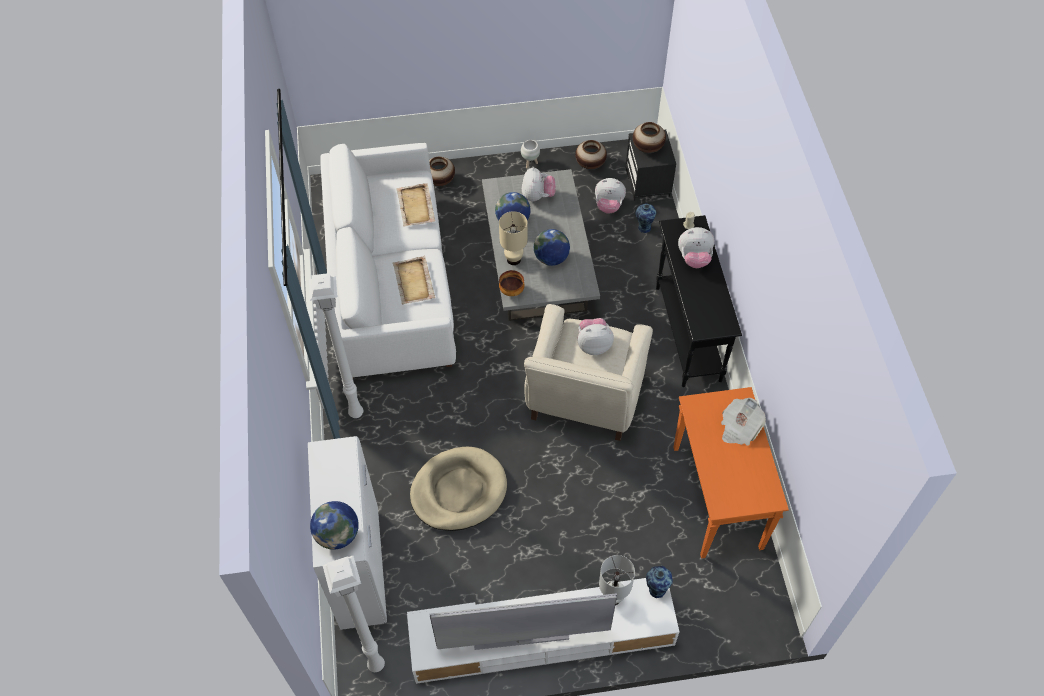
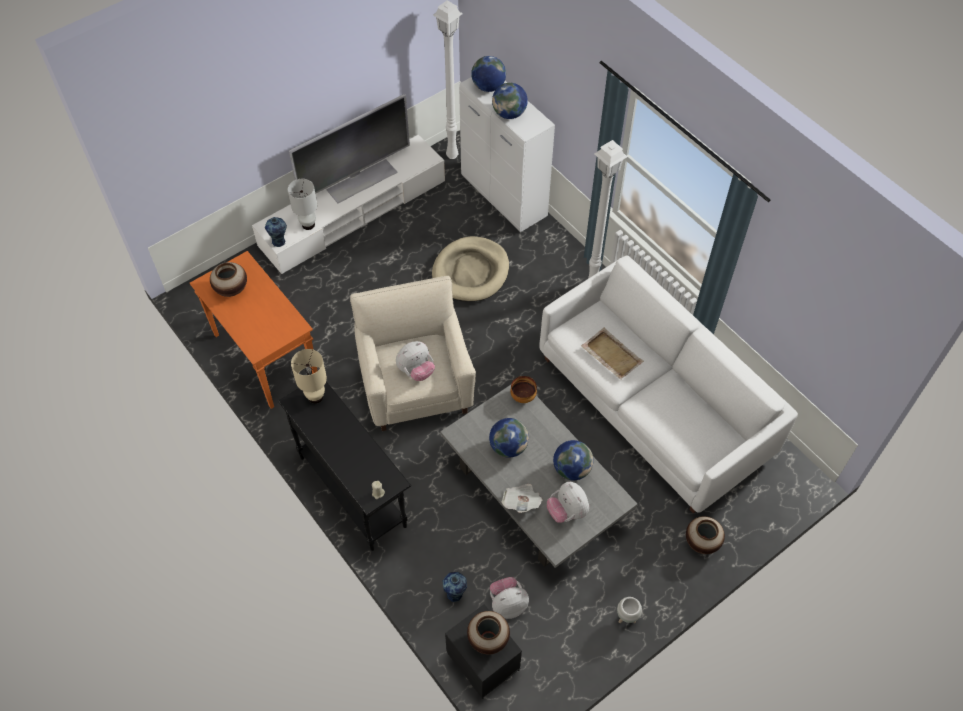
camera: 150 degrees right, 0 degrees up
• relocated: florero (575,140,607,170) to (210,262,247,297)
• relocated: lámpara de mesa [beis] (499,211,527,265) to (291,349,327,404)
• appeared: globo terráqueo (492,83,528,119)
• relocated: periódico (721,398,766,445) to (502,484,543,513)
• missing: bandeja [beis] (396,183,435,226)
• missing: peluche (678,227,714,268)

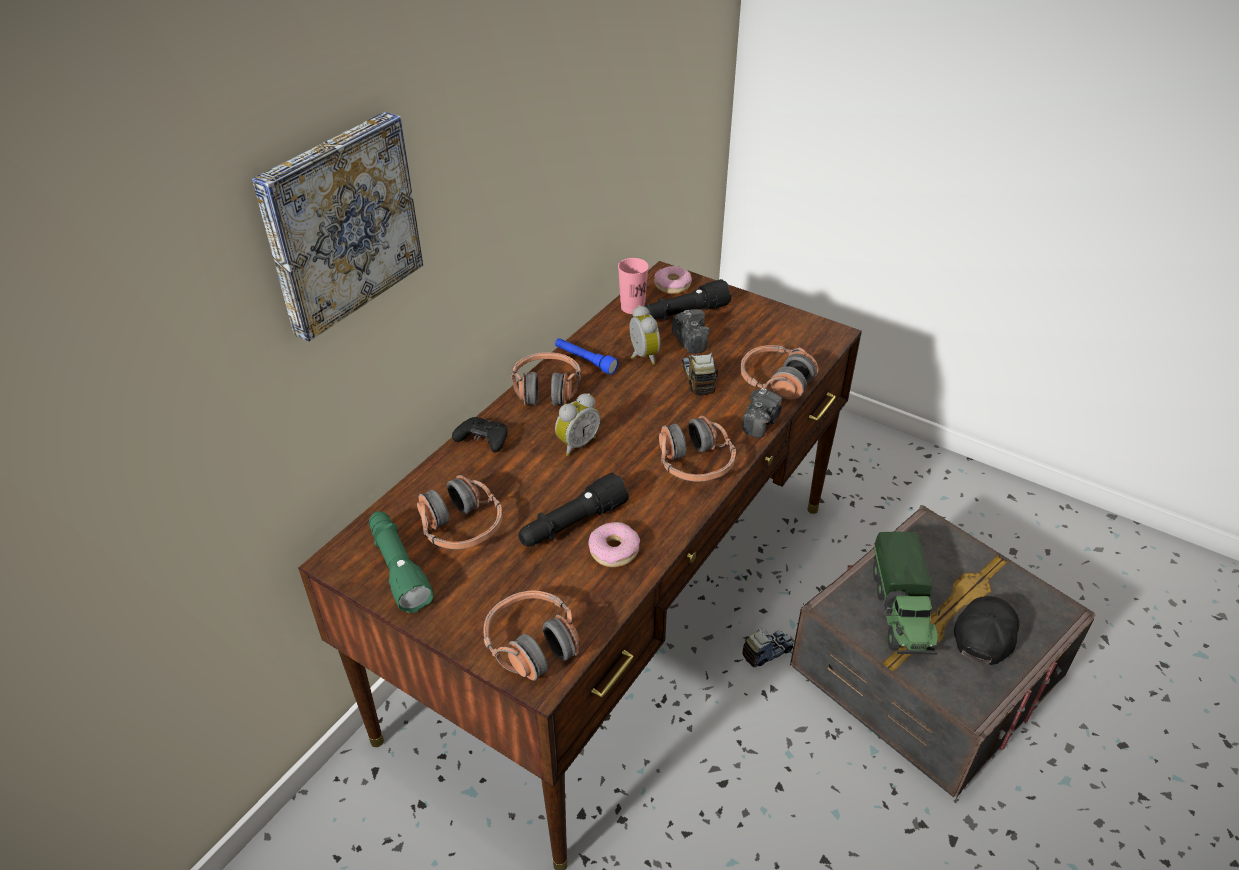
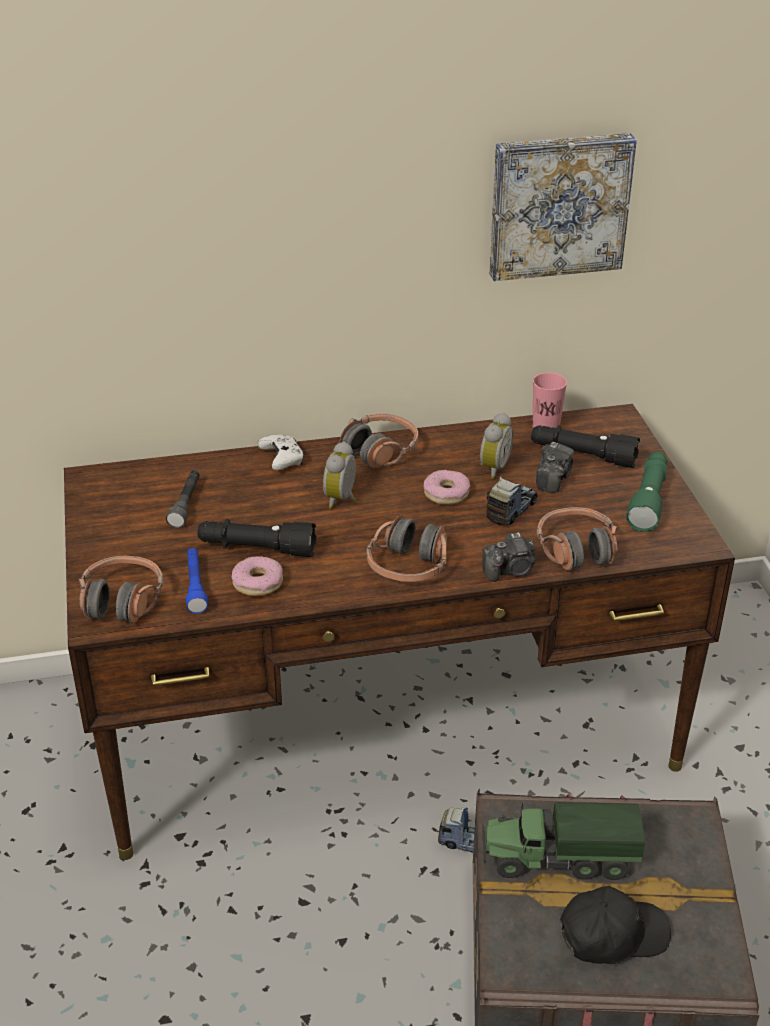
camera: 45 degrees right, 5 degrees down
• exchanged: auriculares (417,475,502,549) to linterna [gris] (166,470,200,528)
• relocated: linterna [azul] (555,338,618,375) to (186,548,208,614)
• colour: mando de consola [negro] (452,417,508,453) to mando de consola [blanco] (258,435,304,470)
• spun: despertador (555,393,600,456) = (323,441,356,509) 105 degrees clockwise
• relocated: rosquilla (654,266,692,294) to (424,470,470,505)
• spun: camión de juguete (873,531,941,655) = (482,802,645,880) 45 degrees clockwise
• relocated: cuadro (252,112,423,342) to (489,133,637,281)
• relocated: linterna [verde] (369,511,433,613) to (626,452,668,532)

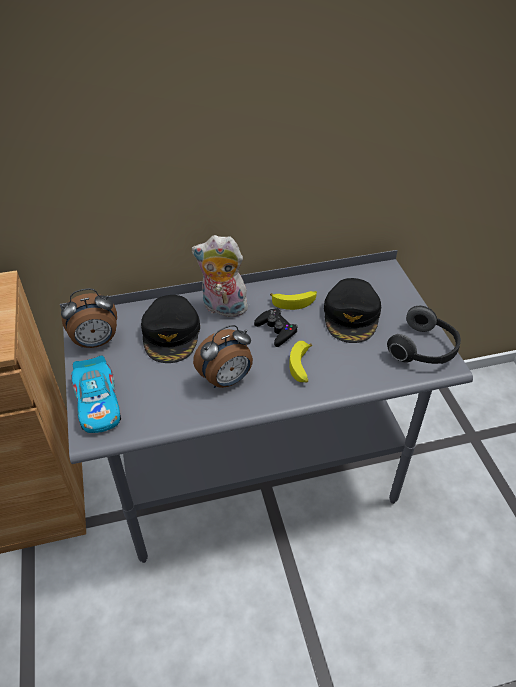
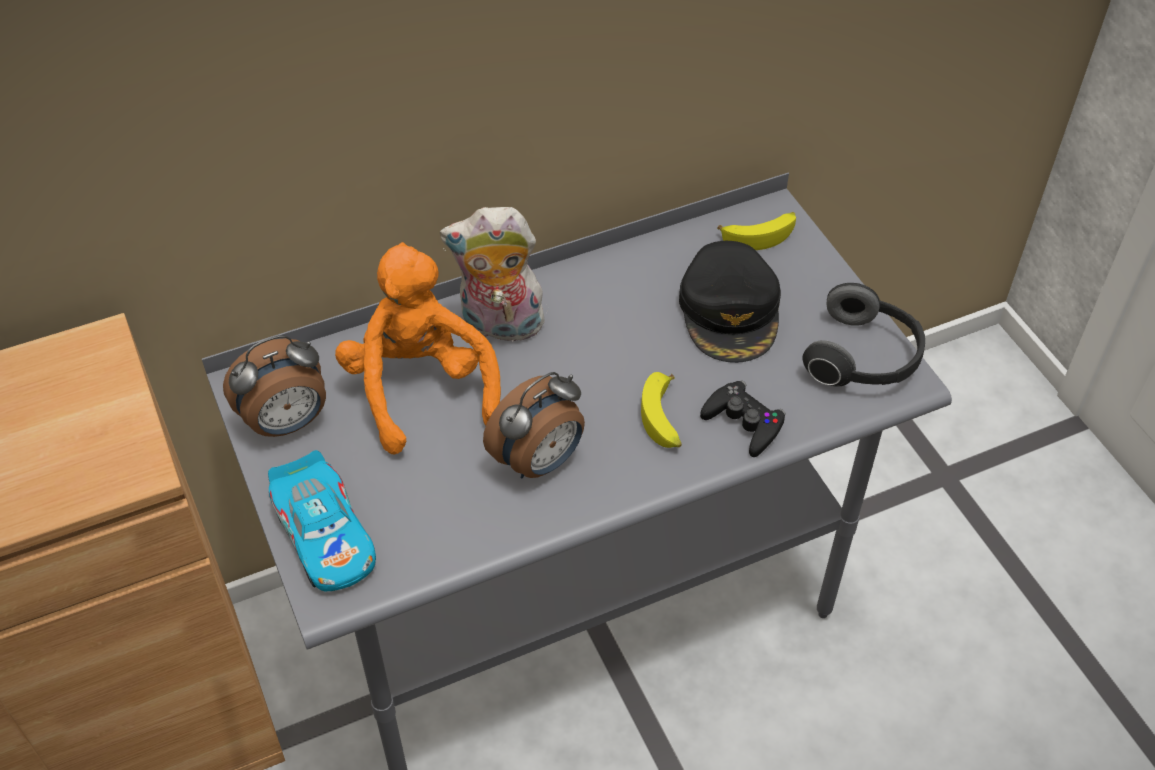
camera: 10 degrees left, 5 degrees up
• exchanged: gorra [negro] (141,295,200,363) to peluche [naranja] (335,242,501,454)
• relocated: mando de consola [negro] (254,309,298,347) to (700,380,786,457)
• relocated: plátano (270,291,317,310) to (717,212,796,250)

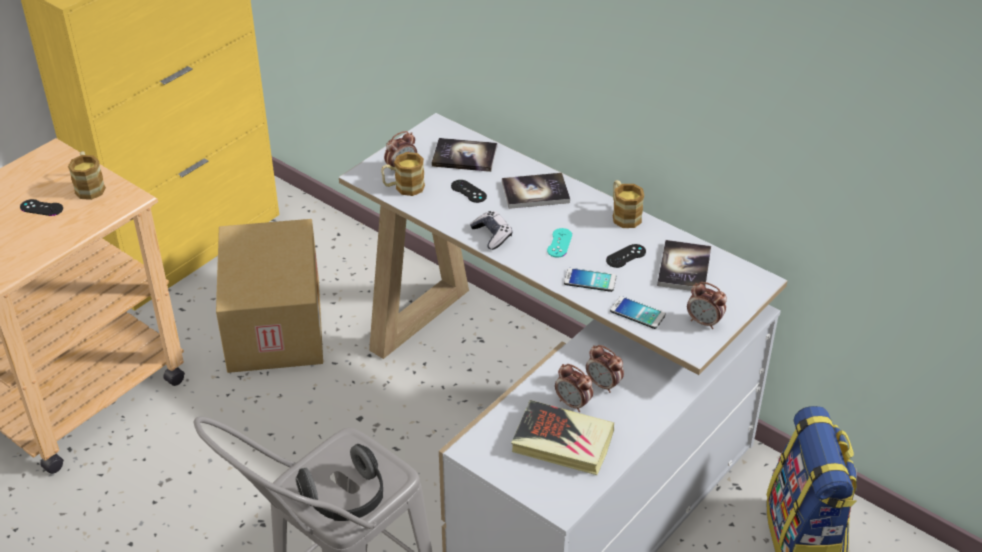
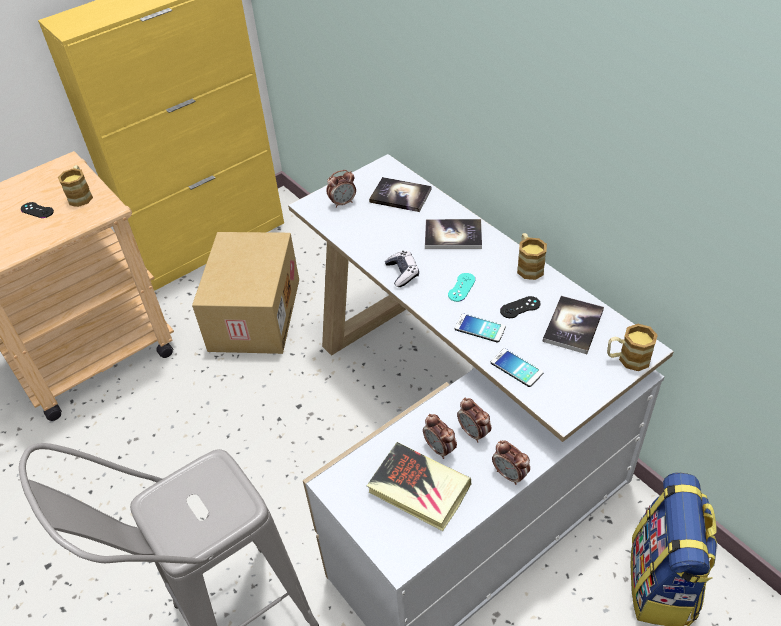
camera: 15 degrees right, 5 degrees up
• relocated: despertador (687,282,727,329) to (492,440,530,485)
• relocated: taza grande (381,152,425,196) to (607,324,658,371)
• missing: auriculares (296,444,383,521)
• missing: mando de consola [negro] (451,180,487,203)

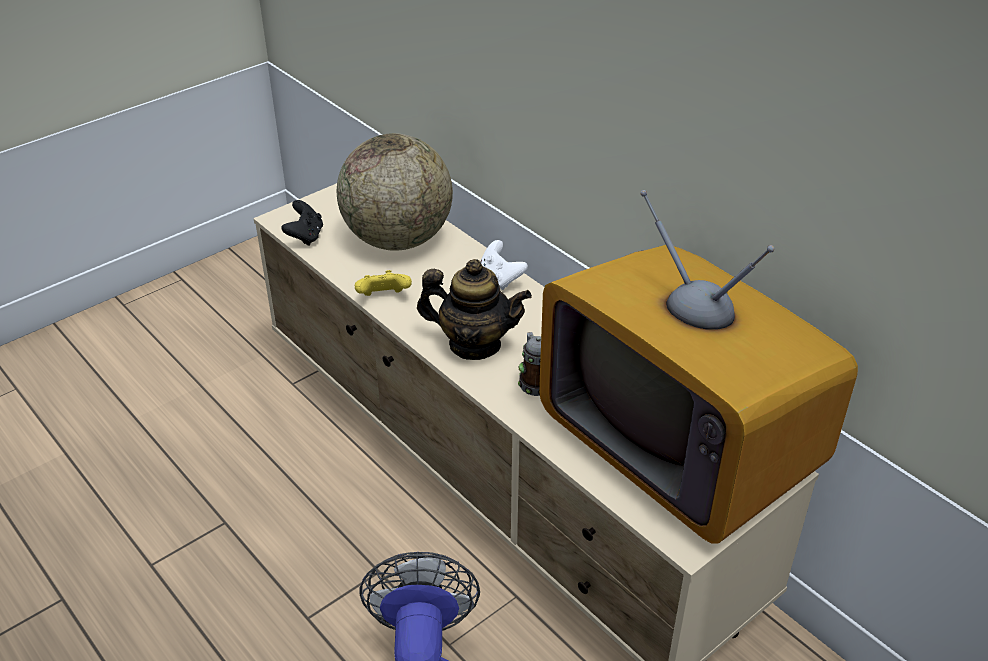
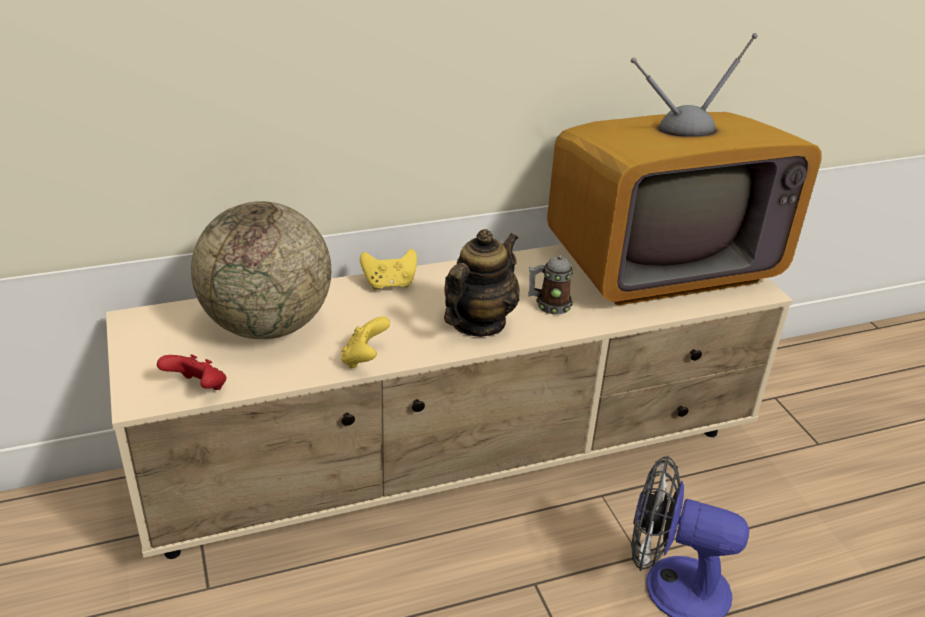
camera: 70 degrees left, 5 degrees down
• colour: mando de consola [negro] (281,200,323,246) to mando de consola [rojo] (157,354,226,390)
• colour: mando de consola [blanco] (480,240,528,290) to mando de consola [amarillo] (360,249,417,290)

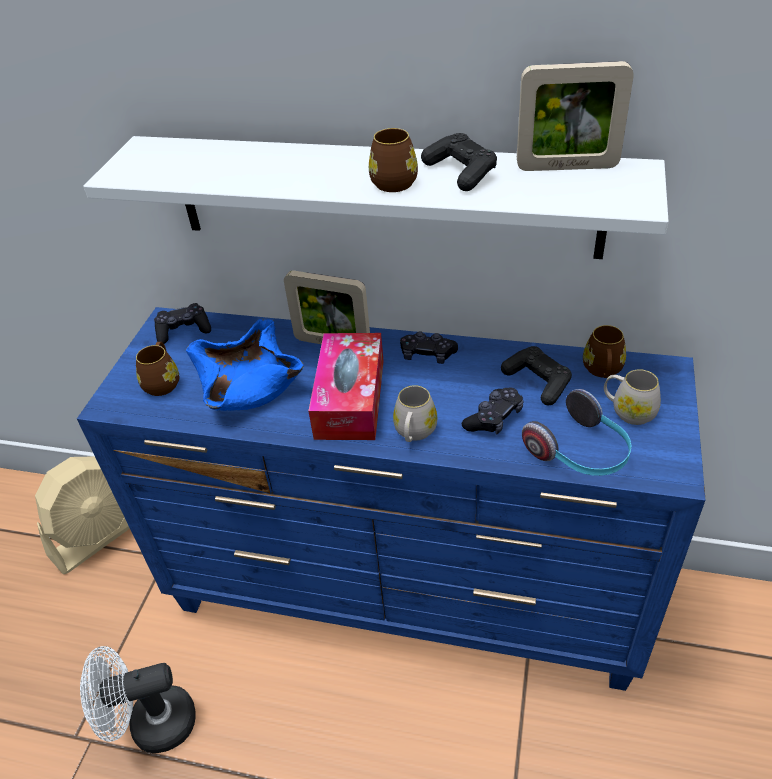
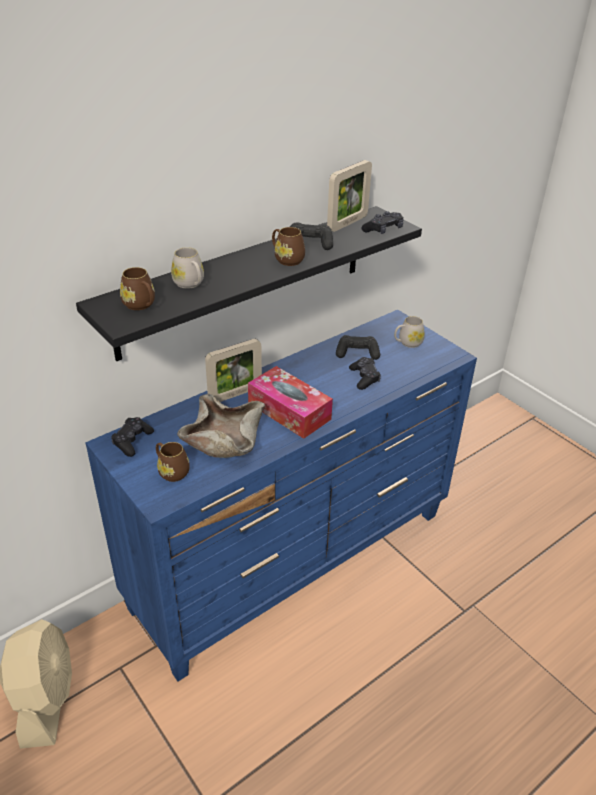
camera: 55 degrees left, 5 degrees down
• colour: estante [blanco] (83,136,669,259) to estante [negro] (76,206,422,361)
• relocated: taza grande [marrón] (583,325,626,378) to (120,267,155,310)
• relocated: taza grande [blanco] (393,385,437,442) to (171,247,204,289)
• colour: cuenco [azul] (186,319,304,411) to cuenco [beis] (177,394,265,458)
• relocated: mando de consola [negro] (400,331,458,364) to (361,211,404,234)
• missing: ventilador [blanco] (80,646,196,753)
• missing: auriculares (522,389,631,476)

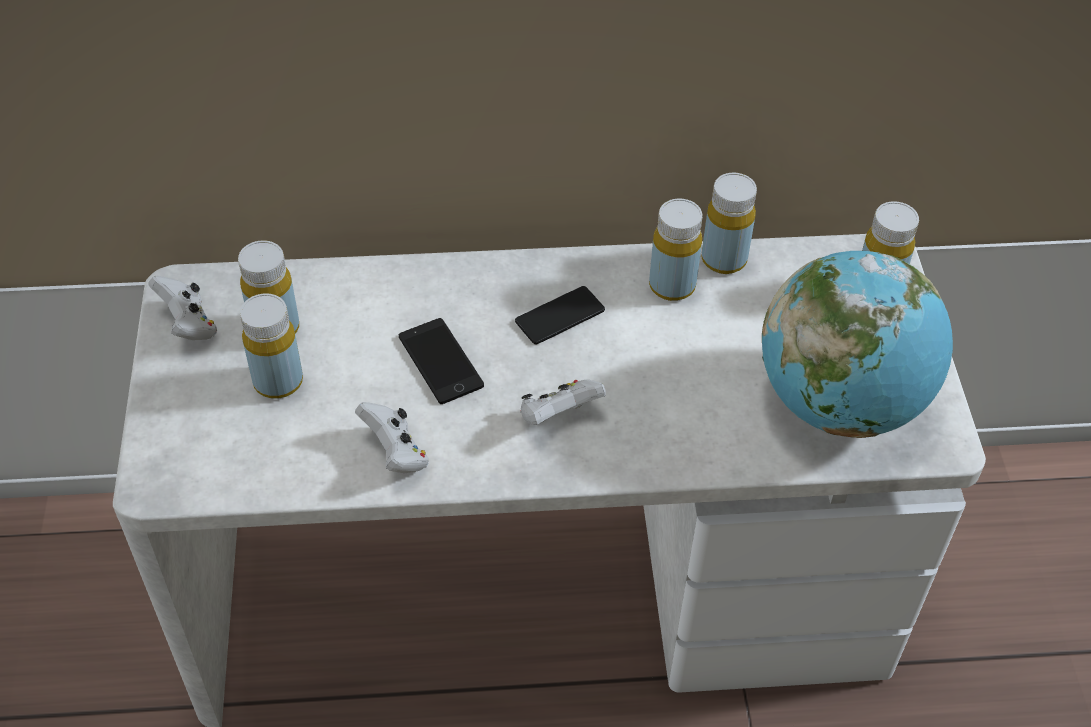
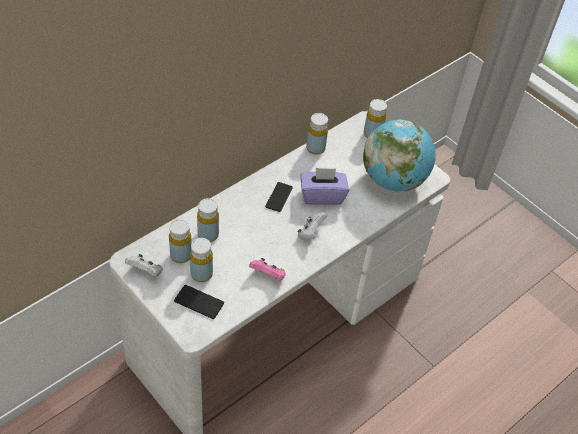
camera: 40 degrees left, 0 degrees up
• relocated: móvil (399,318,484,404) to (174,285,224,319)
• relocated: botella [amarillo] (649,199,703,301) to (197,198,219,242)
• colour: mando de consola [blanco] (355,402,429,474) to mando de consola [rosa] (249,258,285,280)
• appeared: caja de pañuelos [morado] (301,168,349,205)

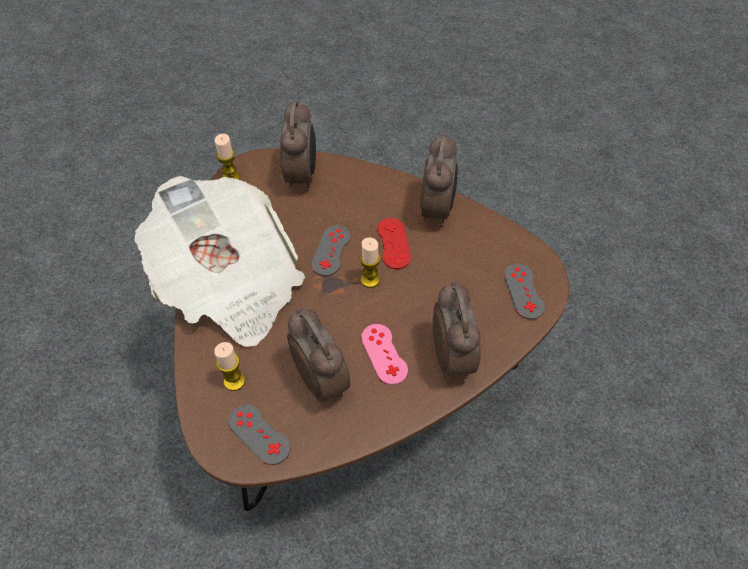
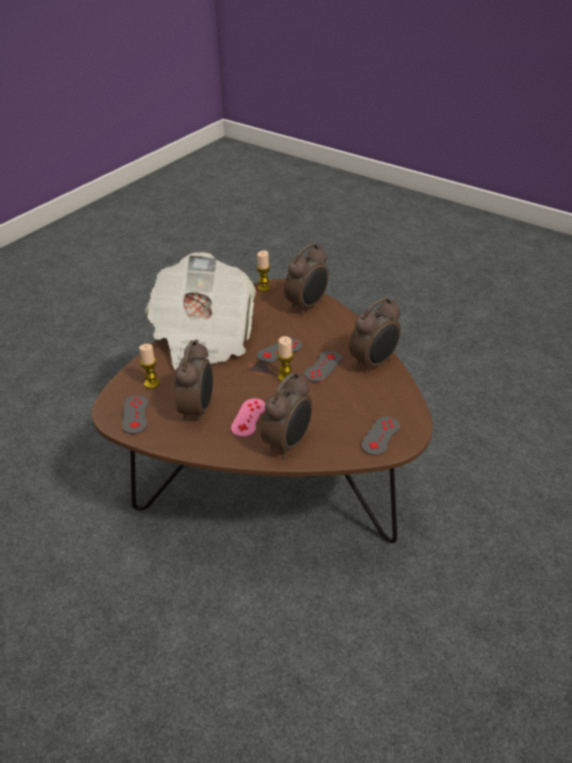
camera: 40 degrees right, 15 degrees down
• colour: mando de consola [rojo] (377,218,411,269) to mando de consola [gris] (305,351,342,382)

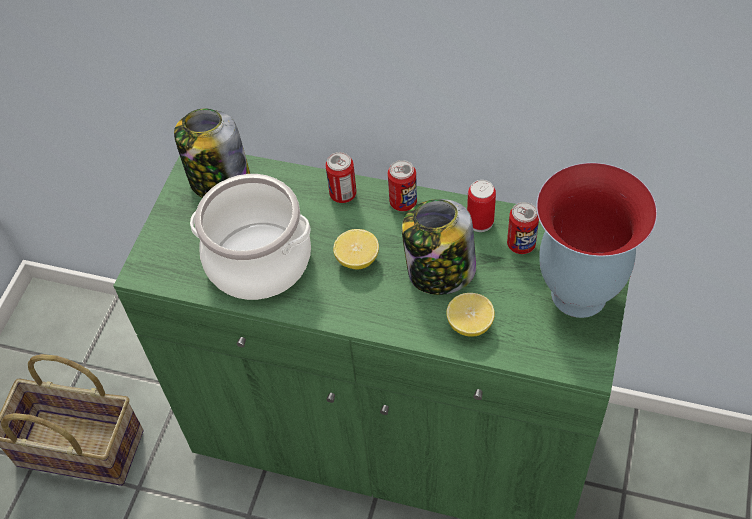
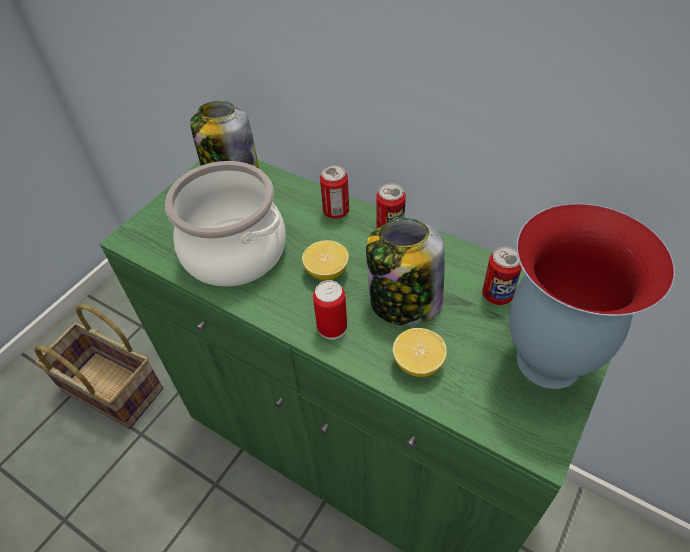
camera: 15 degrees right, 5 degrees down
• relocated: lata (467,180,496,232) to (313,280,347,340)

